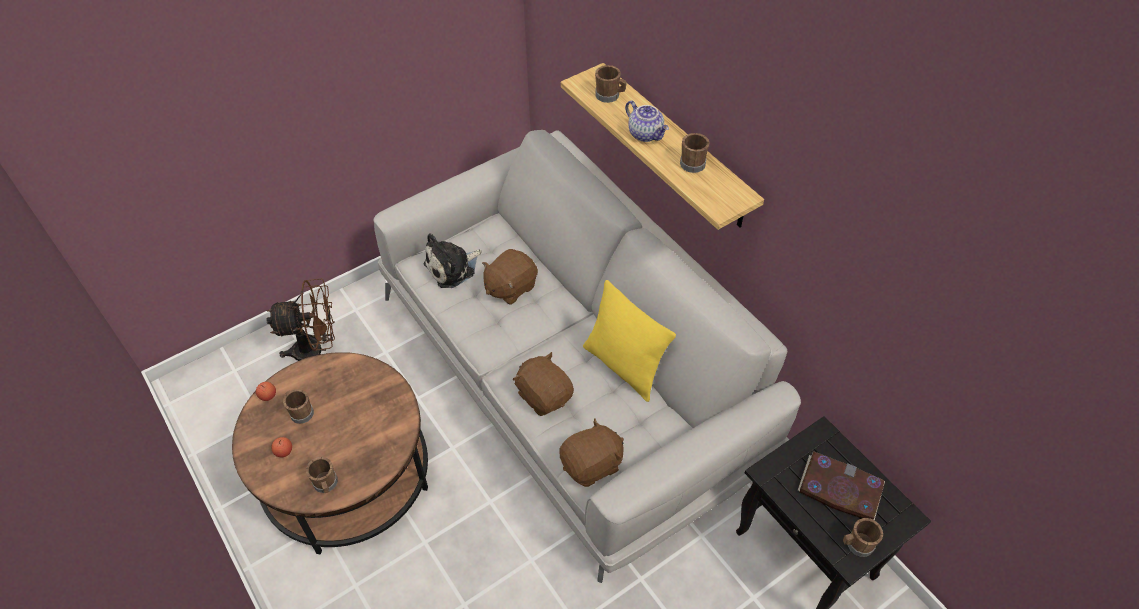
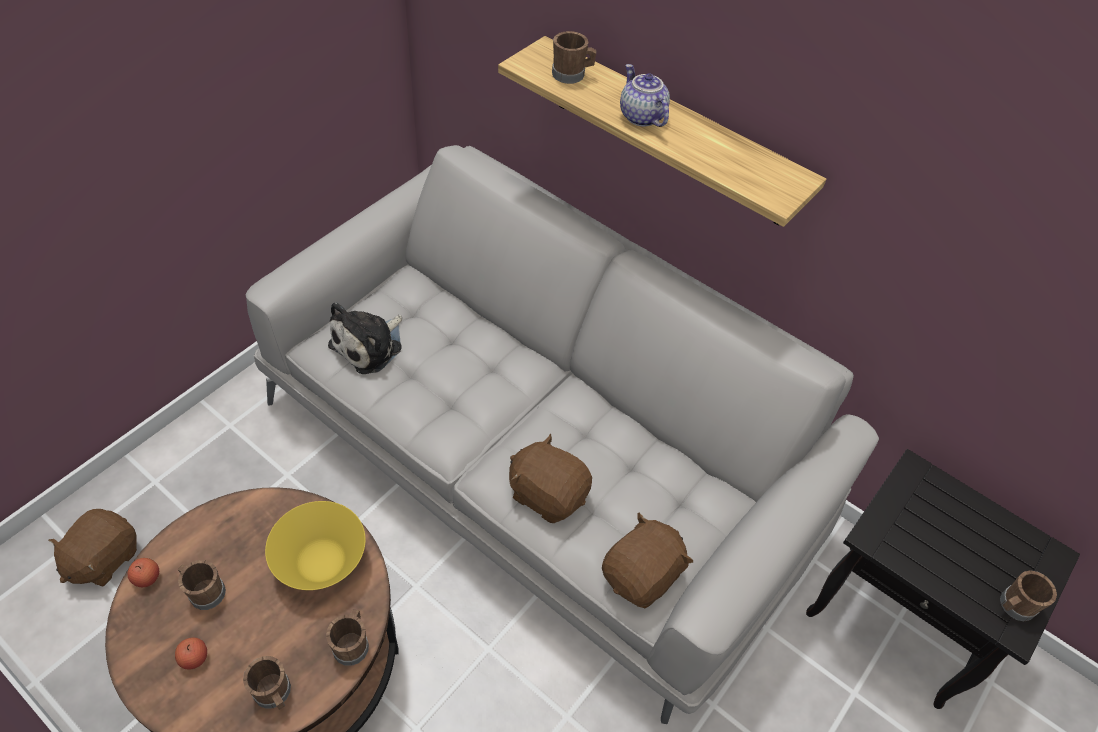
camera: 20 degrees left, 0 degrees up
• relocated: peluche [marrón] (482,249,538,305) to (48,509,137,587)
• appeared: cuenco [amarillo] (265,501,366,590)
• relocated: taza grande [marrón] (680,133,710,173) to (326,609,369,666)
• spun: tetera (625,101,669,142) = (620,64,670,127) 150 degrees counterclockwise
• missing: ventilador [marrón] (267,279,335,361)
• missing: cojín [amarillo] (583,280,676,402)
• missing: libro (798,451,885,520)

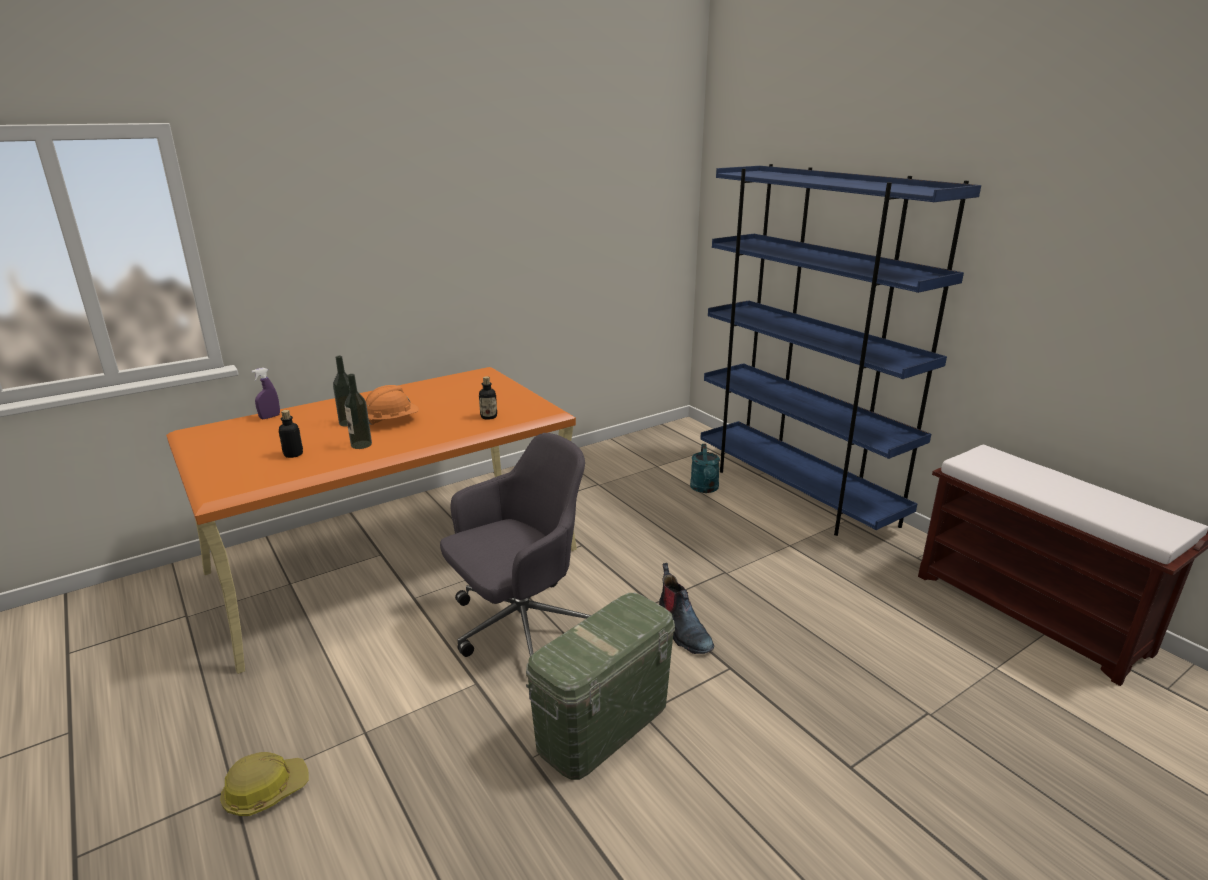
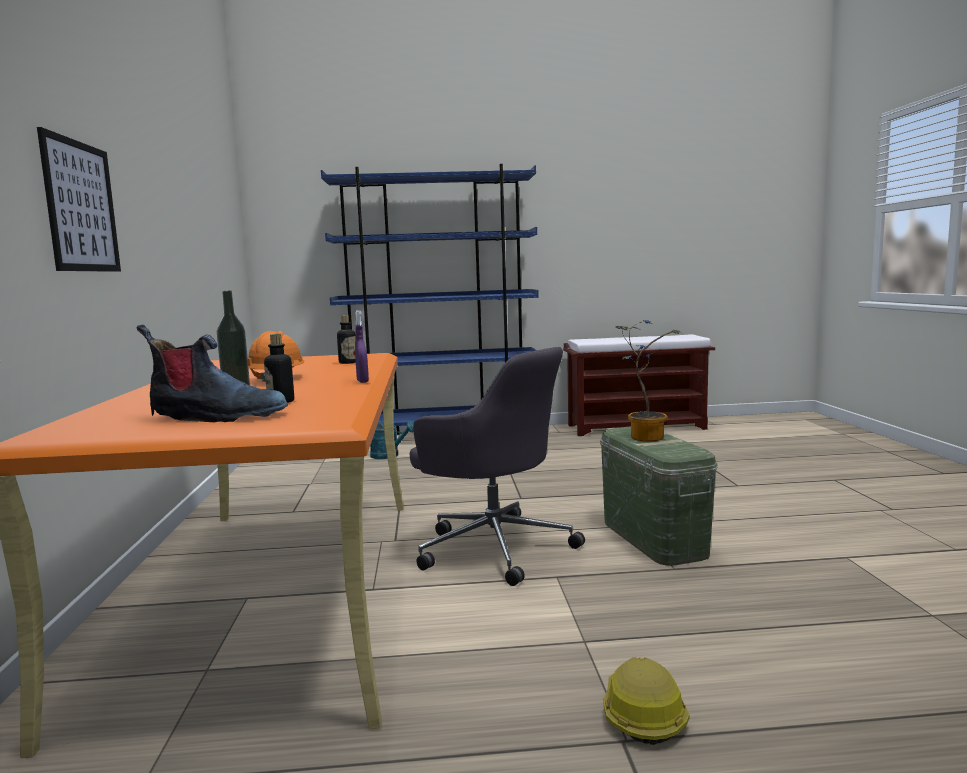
camera: 60 degrees left, 15 degrees down
• appeared: cuadro (37,127,121,272)
• relocated: bota (659,563,714,654) to (136,325,288,422)
• relocated: pulverizador [morado] (252,368,280,419) to (355,310,369,383)
• spun: silla de oficina [gris] (440,433,591,657) = (410,347,585,586) 135 degrees clockwise
• appeared: planta en maceta (615,320,682,442)
• missing: botella (344,374,372,449)

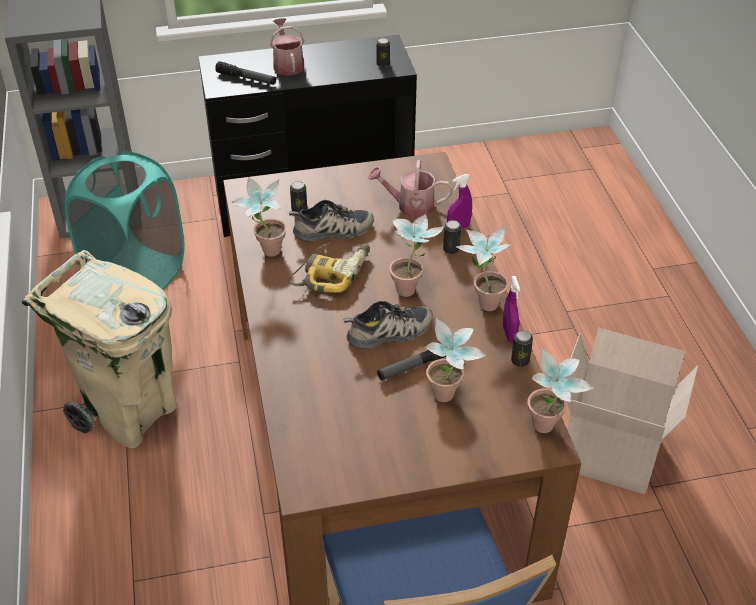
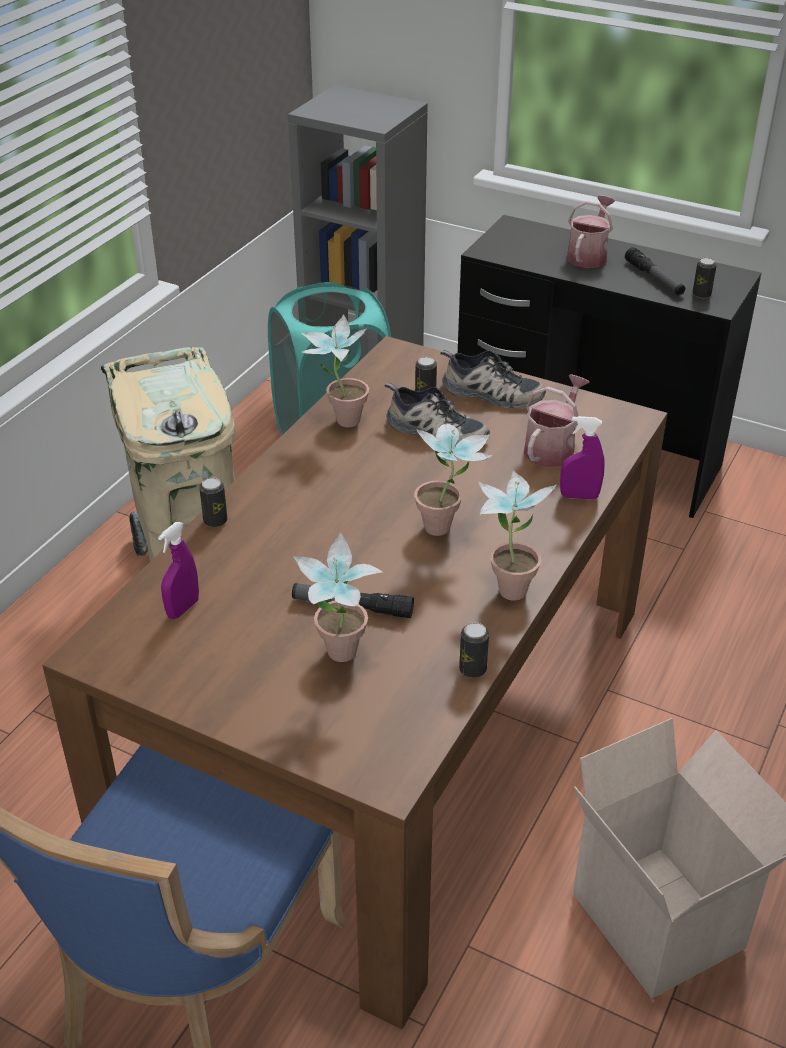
camera: 40 degrees right, 5 degrees down
• relocated: pulverizador [morado] (503,276,520,342) to (158,522,199,619)
• relocated: lata (443,220,461,254) to (199,477,228,527)
• relocated: zapato (344,301,433,349) to (440,350,546,409)
• spun: regadera (368,160,453,218) = (524,374,589,467) 75 degrees clockwise
• relocated: linterna (215,61,276,85) to (625,247,685,295)
• missing: taladro (289,242,370,293)
• missing: planta en maceta (528,348,593,433)

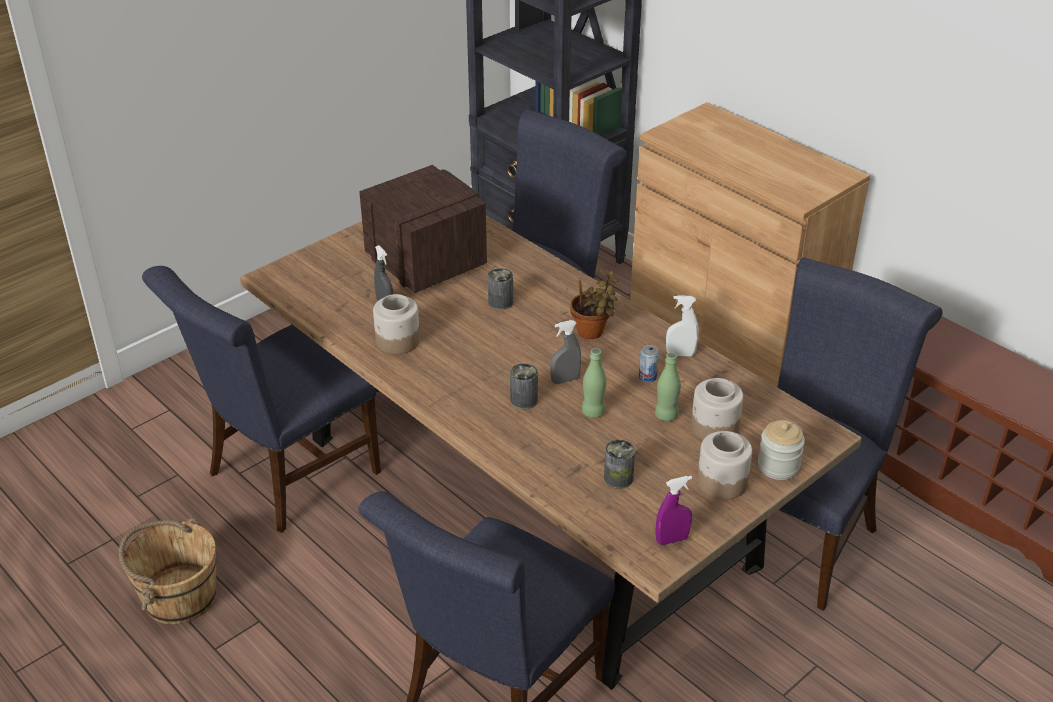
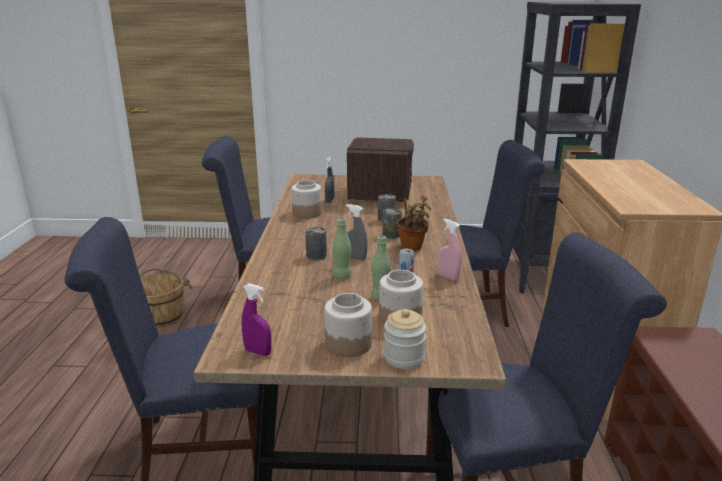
camera: 45 degrees right, 15 degrees down
• relocated: lata (604,439,635,489) to (382,208,402,239)
• colour: pulverizador [blanco] (666,295,699,356) to pulverizador [rosa] (438,219,461,281)

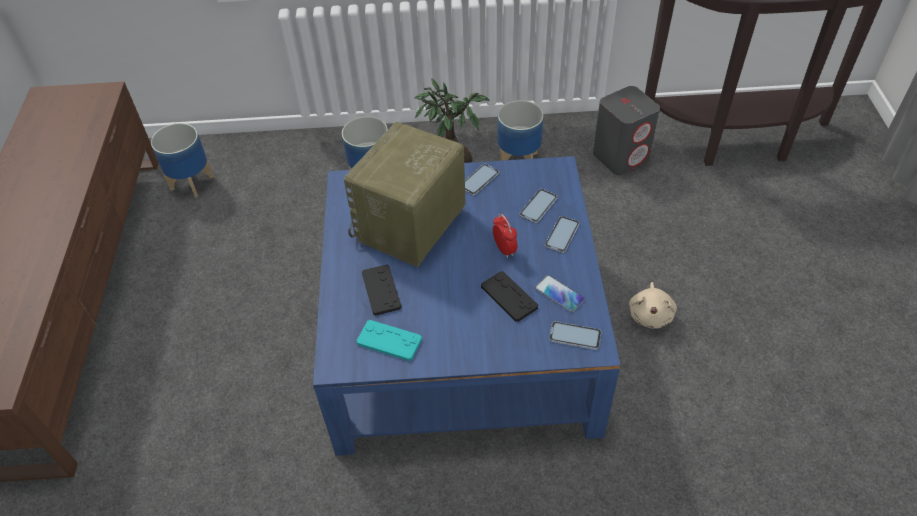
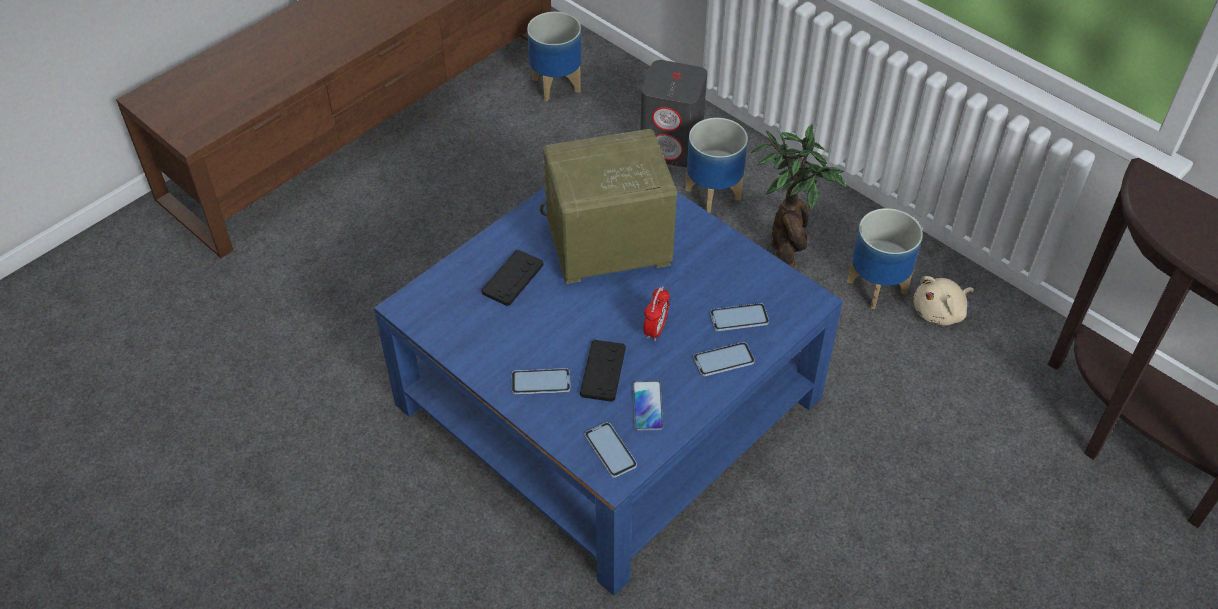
camera: 45 degrees right, 0 degrees up
• relocated: móvil (465,164,499,195) to (512,368,570,395)
• relocated: altavoz [gris] (593,86,660,175) to (640,60,707,167)
• relocated: peluche [beis] (629,282,677,329) to (913,276,974,326)
• missing: mando de consola [turquesa] (356,320,422,361)

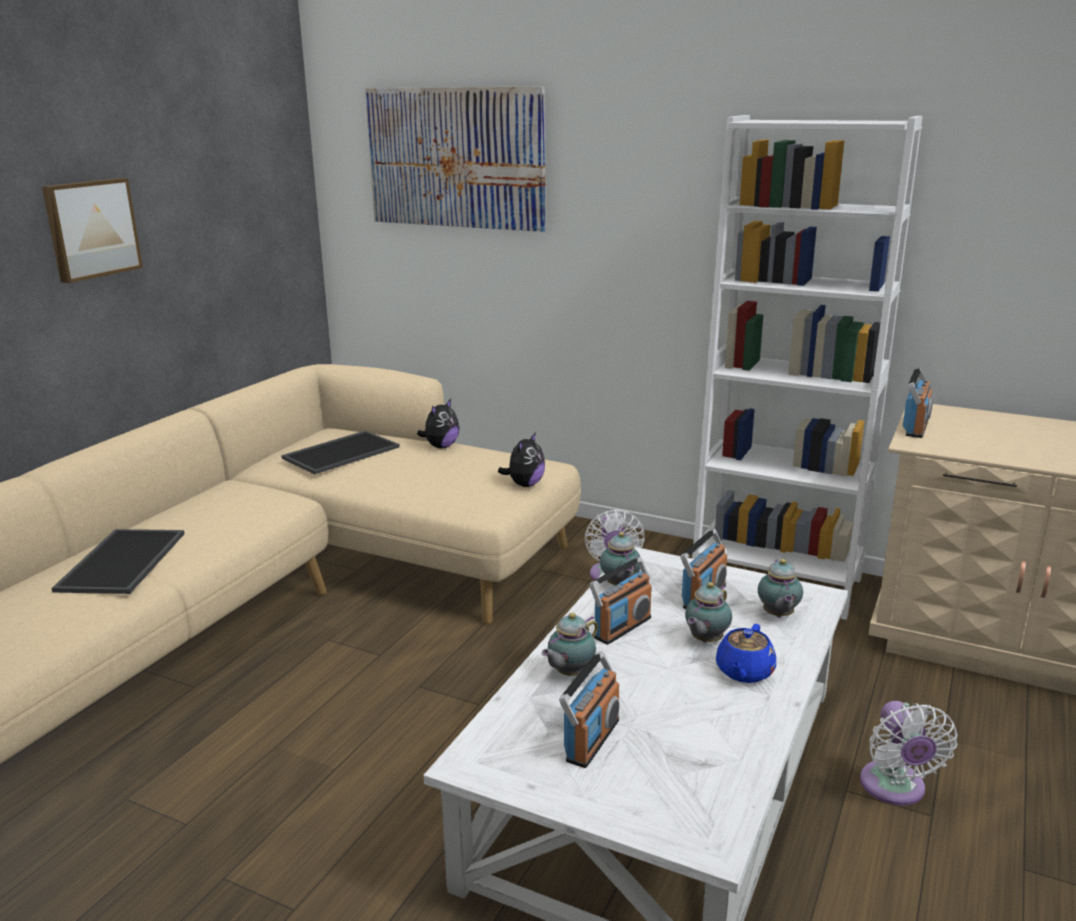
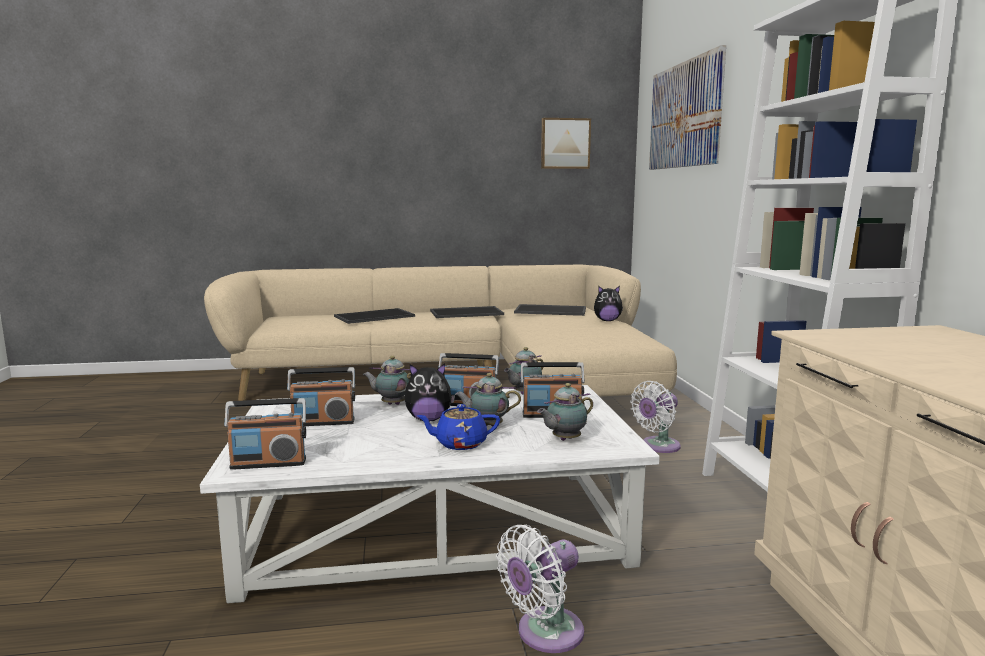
camera: 55 degrees right, 10 degrees down
• relocated: radio (903,367,933,438) to (224,398,306,470)
• relocated: peluche (498,432,545,487) to (405,363,455,421)
• appeared: bandeja (430,306,504,318)
• relocated: cuadro (42,178,143,283) to (541,118,591,169)

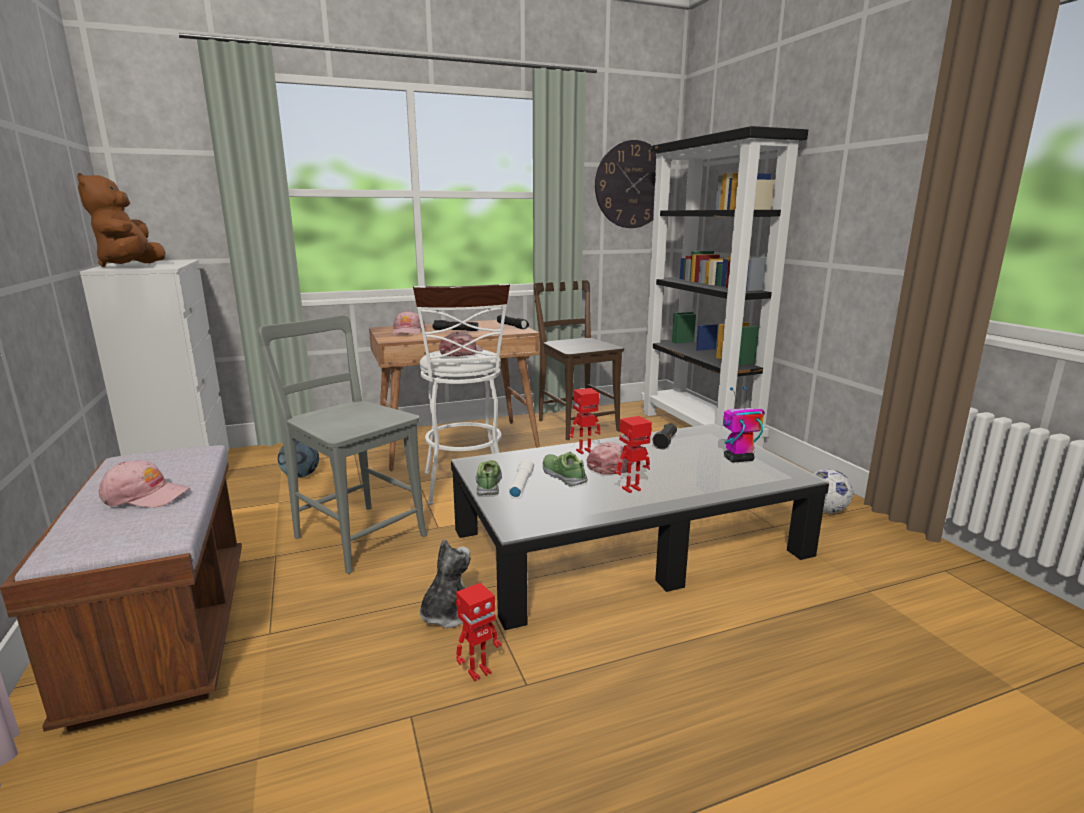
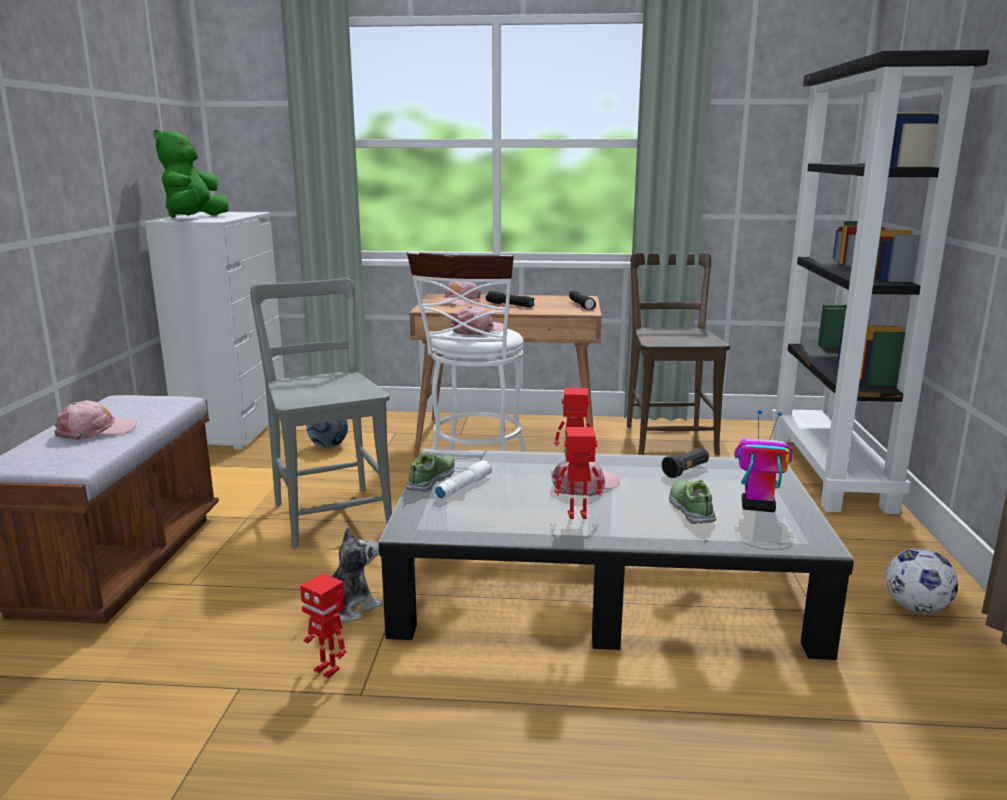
camera: 25 degrees right, 0 degrees up
• spun: gorra [rosa] (99,460,190,508) = (54,400,136,440) 60 degrees counterclockwise
• colour: peluche [marrón] (77,173,166,267) to peluche [verde] (154,129,229,218)
• spun: robot de juguete (456,583,502,682) = (300,573,346,678) 45 degrees clockwise
• relocated: zapato (543,452,588,487) to (669,480,716,524)
• missing: reloj de pared (595,140,670,228)

